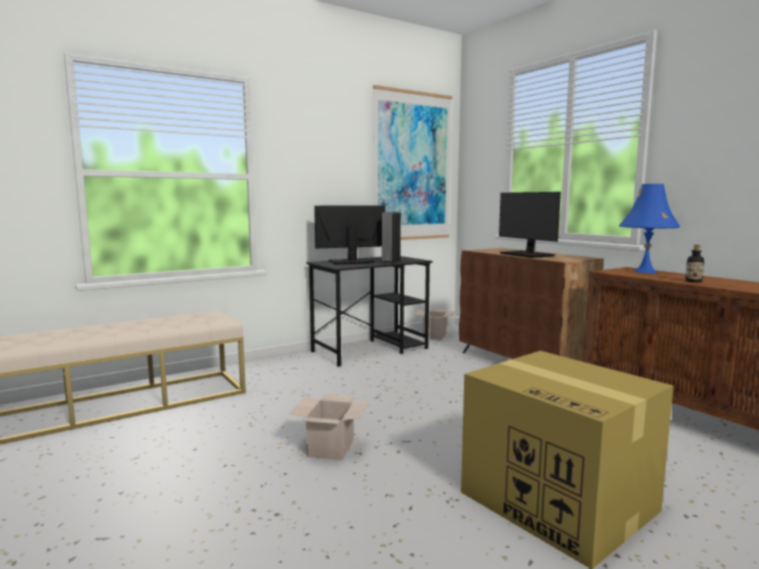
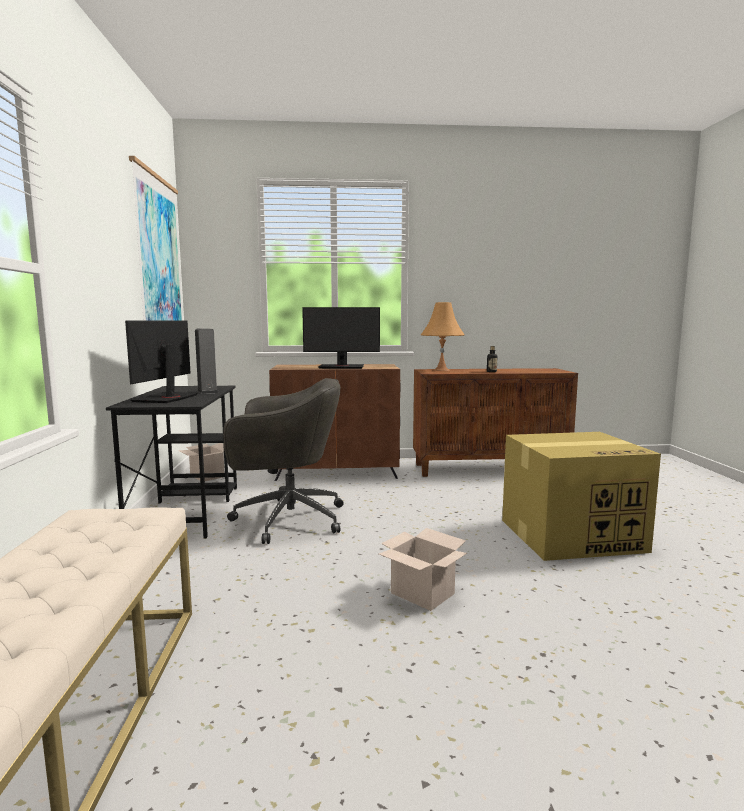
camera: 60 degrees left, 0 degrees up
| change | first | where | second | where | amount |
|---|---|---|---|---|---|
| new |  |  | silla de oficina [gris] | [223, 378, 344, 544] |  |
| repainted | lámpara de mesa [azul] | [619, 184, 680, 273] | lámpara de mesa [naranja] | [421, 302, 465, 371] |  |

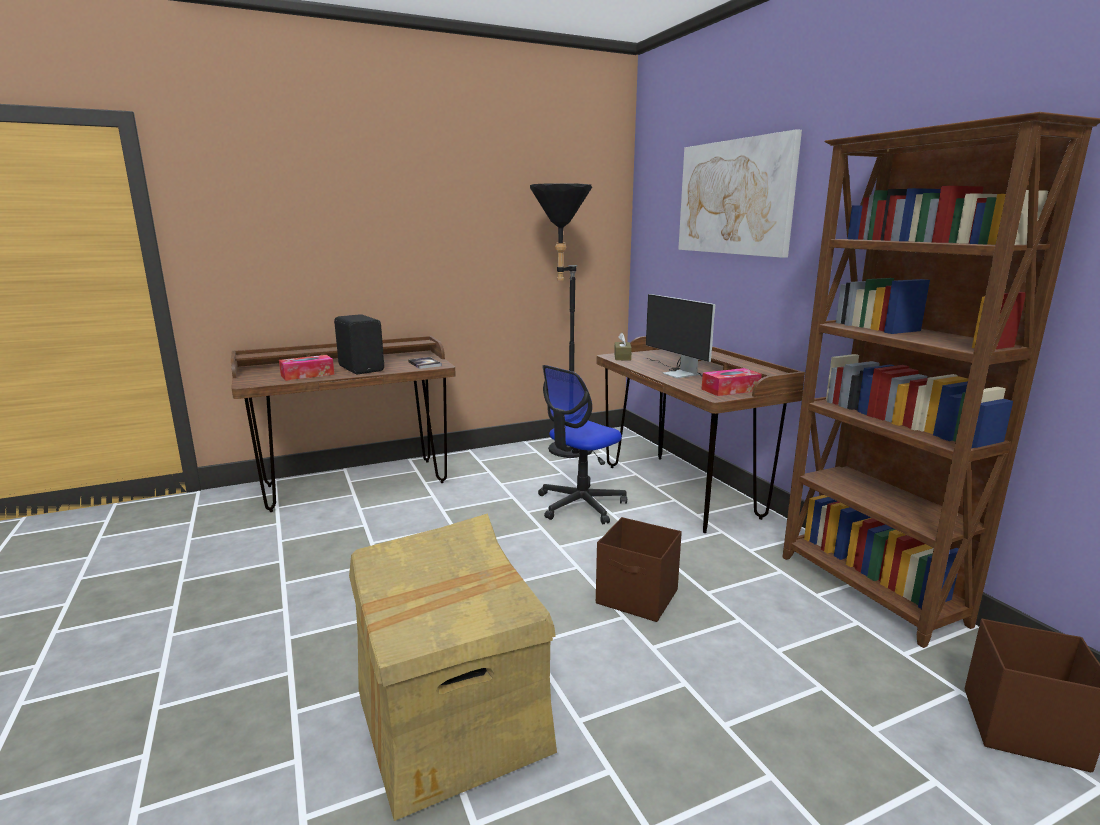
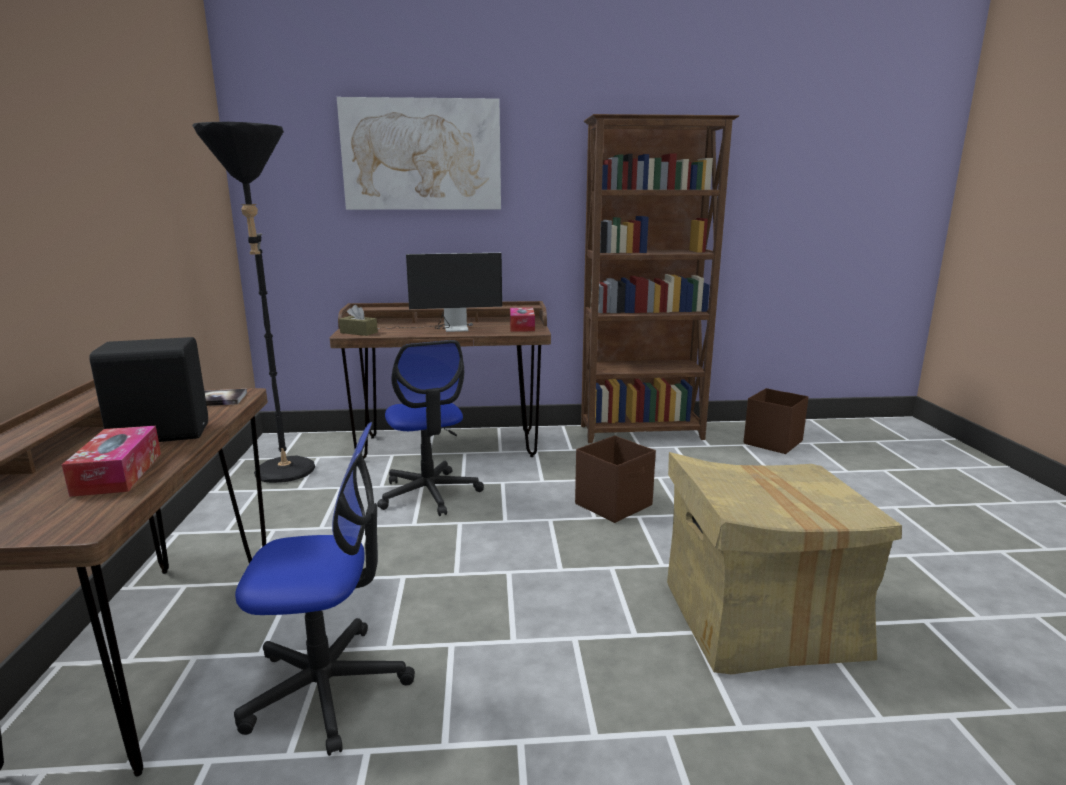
camera: 70 degrees left, 0 degrees up
| change | first | where | second | where | amount |
|---|---|---|---|---|---|
| new |  |  | silla de oficina | [234, 422, 415, 756] |  |

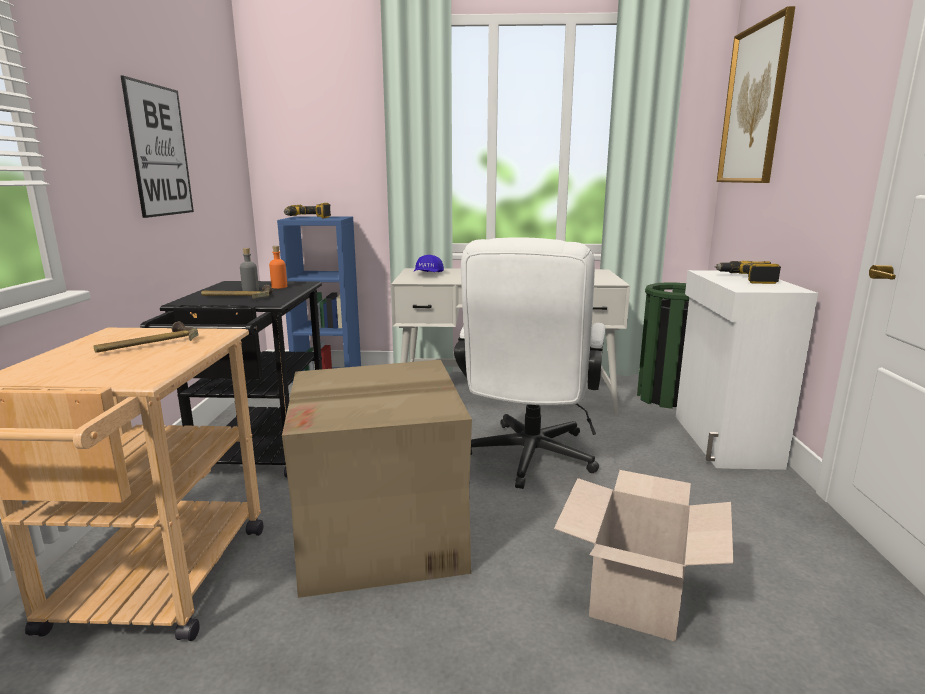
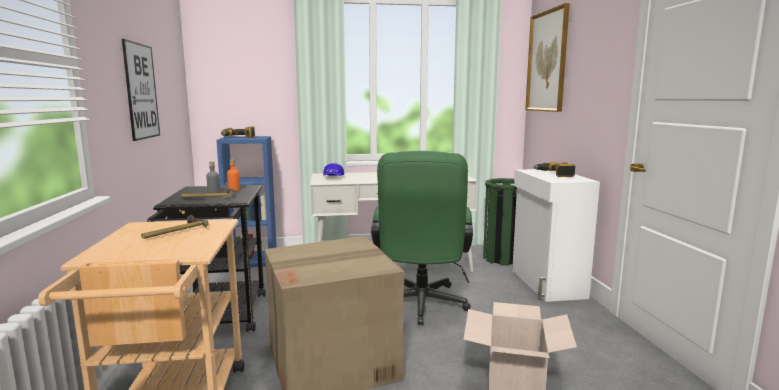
camera: 10 degrees left, 5 degrees down
| change | first | where | second | where | amount |
|---|---|---|---|---|---|
| repainted | silla de oficina [blanco] | [454, 237, 605, 489] | silla de oficina [verde] | [371, 151, 473, 325] |  |

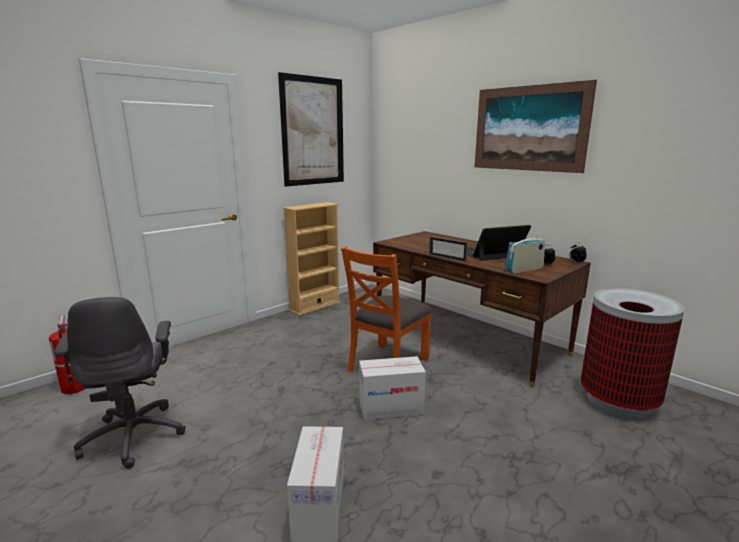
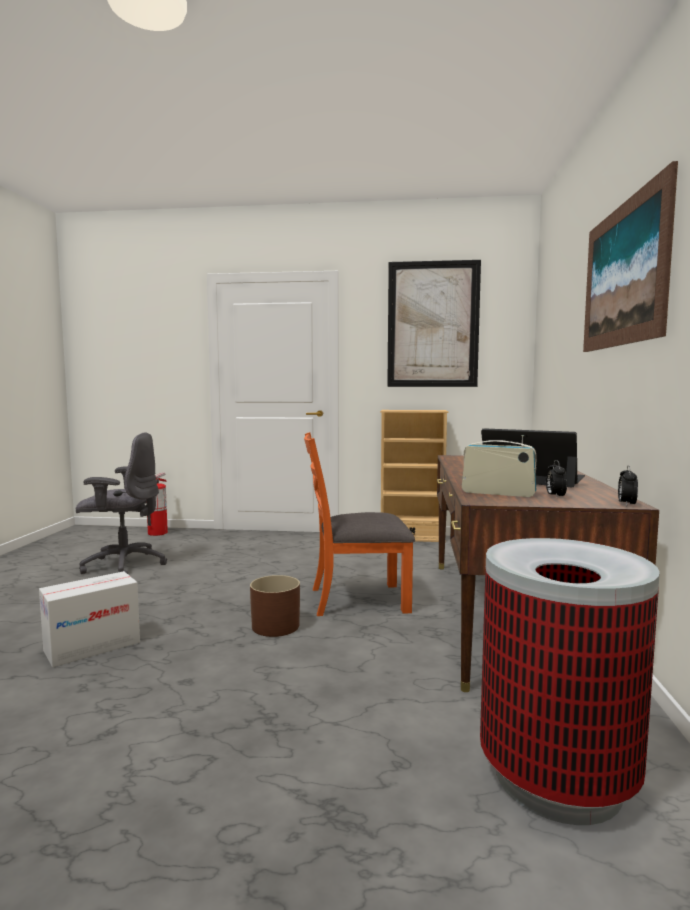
camera: 50 degrees right, 10 degrees down
| change | first | where | second | where | amount |
|---|---|---|---|---|---|
| gone | portarretratos | [429, 236, 468, 262] |  |  |  |
| swapped | caja de cartón | [359, 356, 426, 420] | maceta [marrón] | [250, 575, 300, 637] |  |
| rotated | silla de oficina [gris] | [54, 297, 186, 469] |  | [76, 432, 167, 574] | 120 degrees counterclockwise |

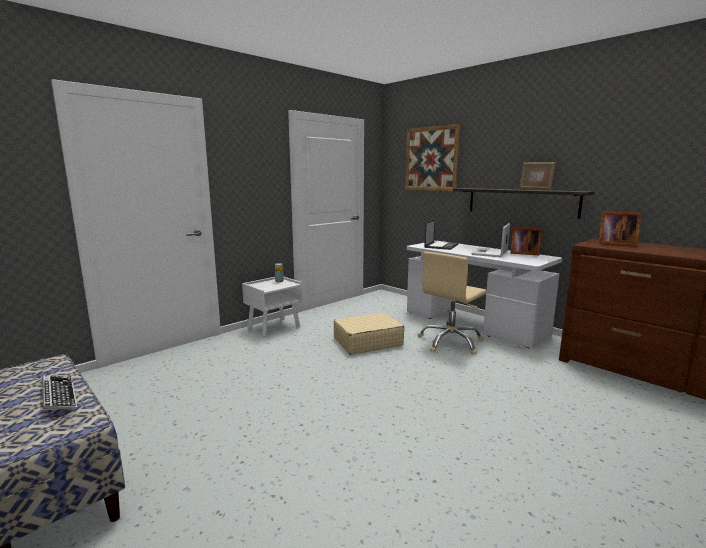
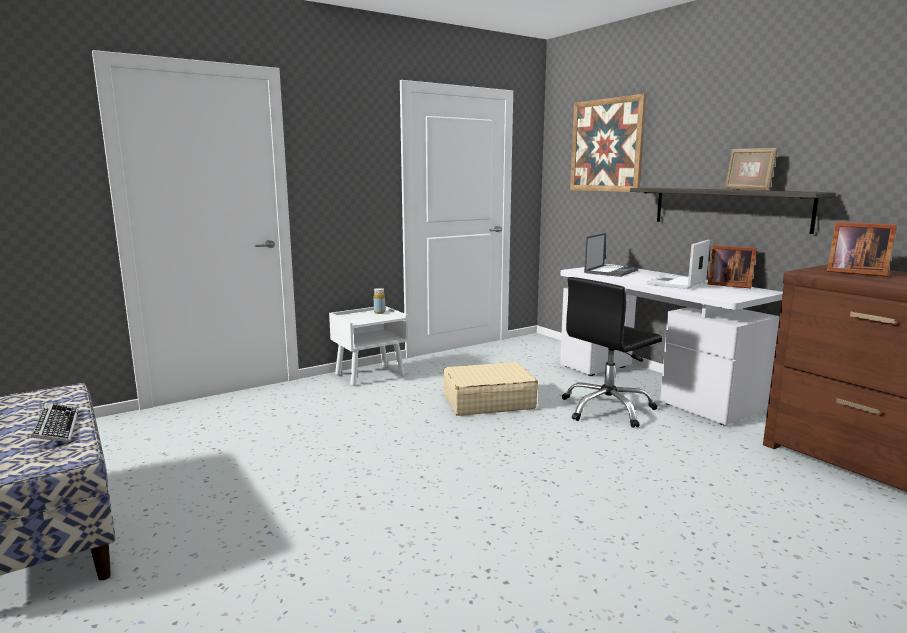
camera: 10 degrees right, 0 degrees up
| change | first | where | second | where | amount |
|---|---|---|---|---|---|
| repainted | silla de oficina [beis] | [418, 252, 487, 355] | silla de oficina [negro] | [562, 277, 662, 428] |  |

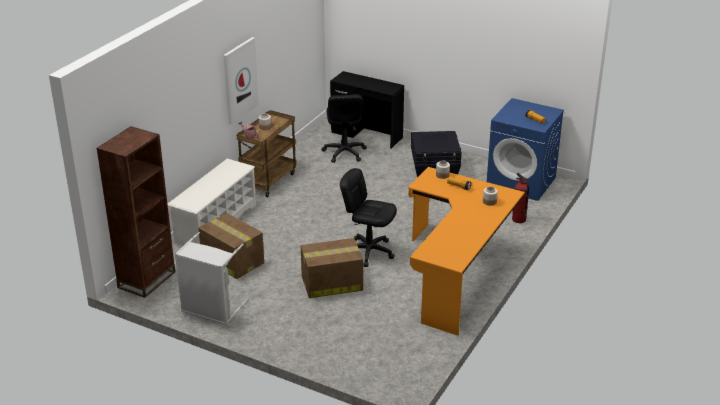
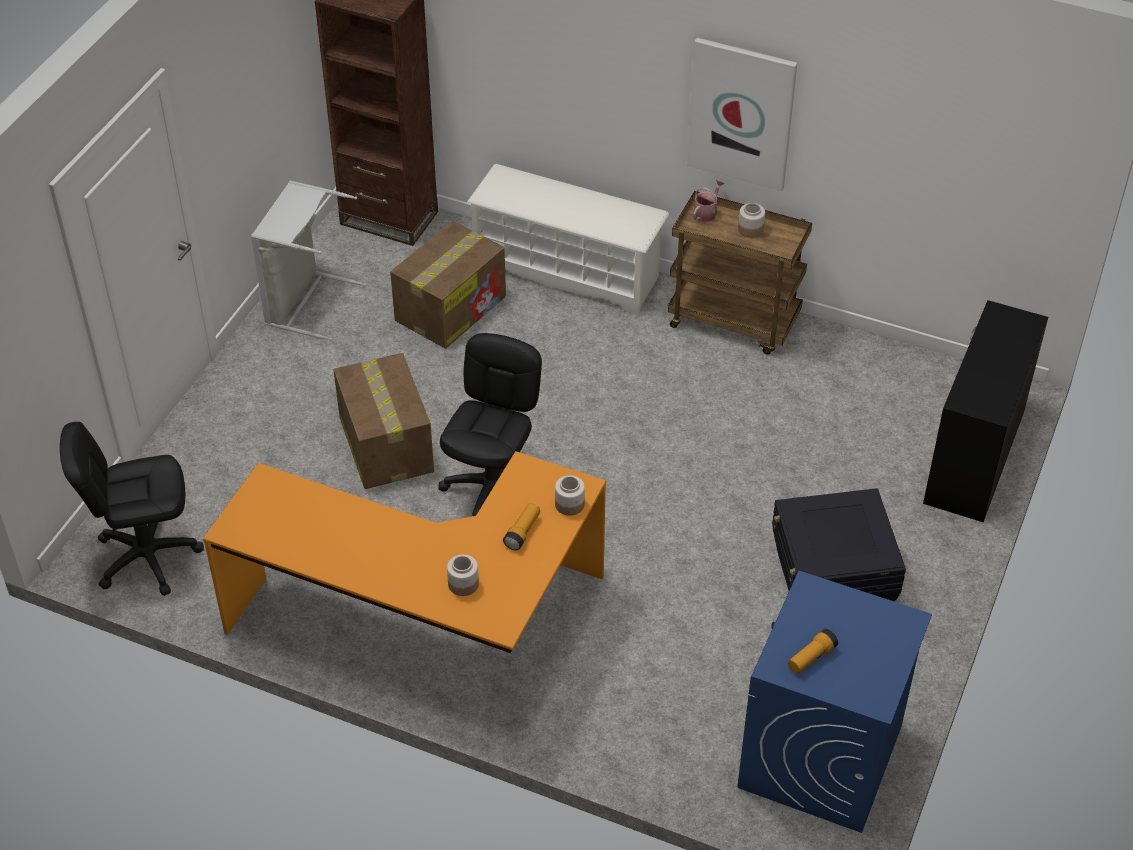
camera: 85 degrees right, 15 degrees up
| change | first | where | second | where | amount |
|---|---|---|---|---|---|
| gone | extintor | [512, 173, 529, 223] |  |  |  |
| shifted | silla de oficina [negro] | [321, 94, 367, 163] |  | [60, 422, 204, 596] |  |

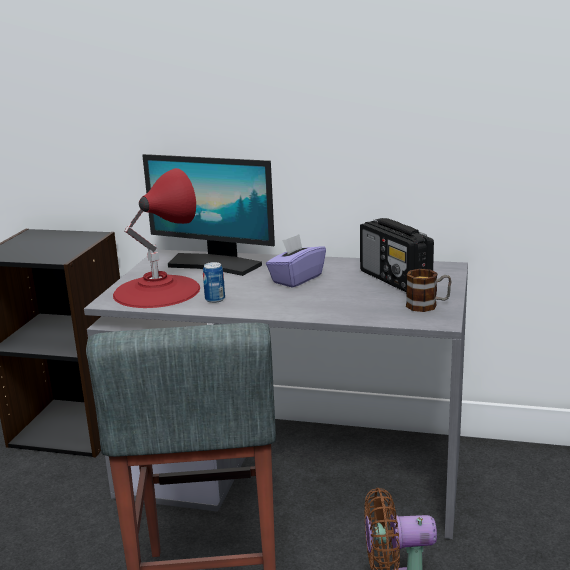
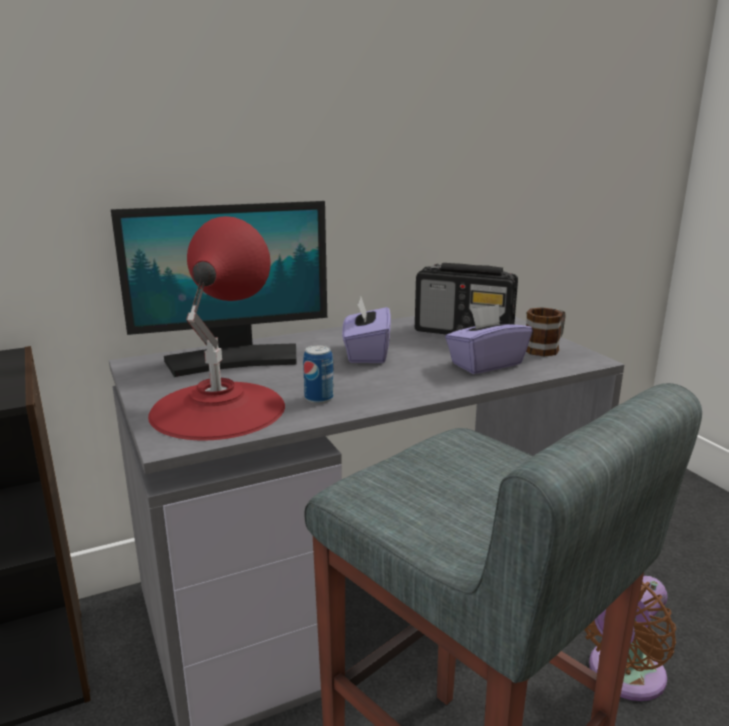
camera: 40 degrees left, 0 degrees up
| change | first | where | second | where | amount |
|---|---|---|---|---|---|
| new |  |  | caja de pañuelos [morado] | [445, 304, 532, 374] |  |

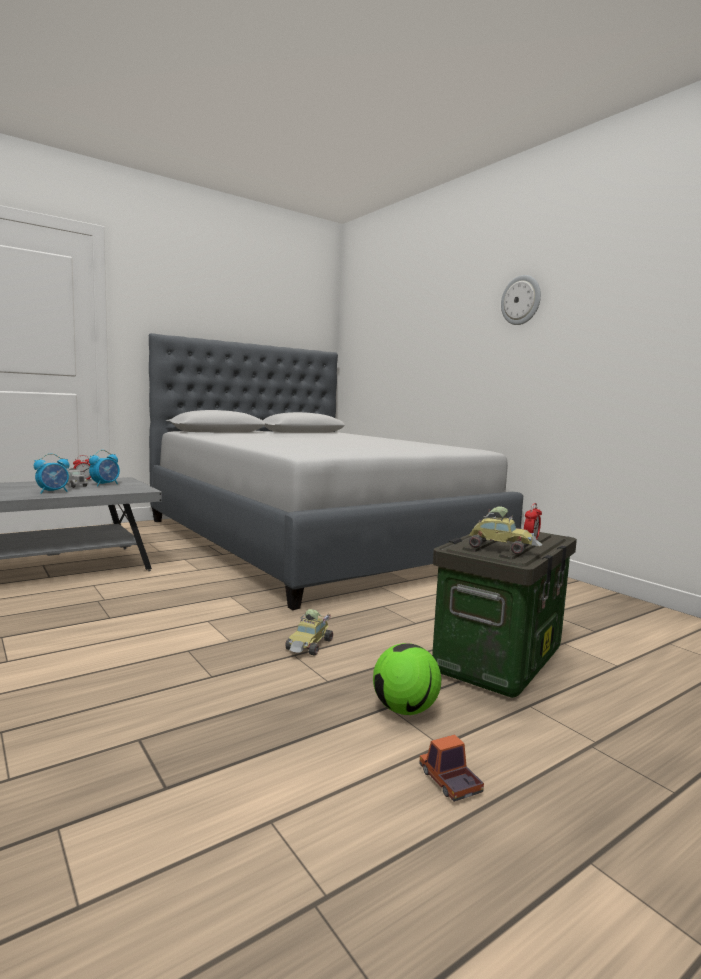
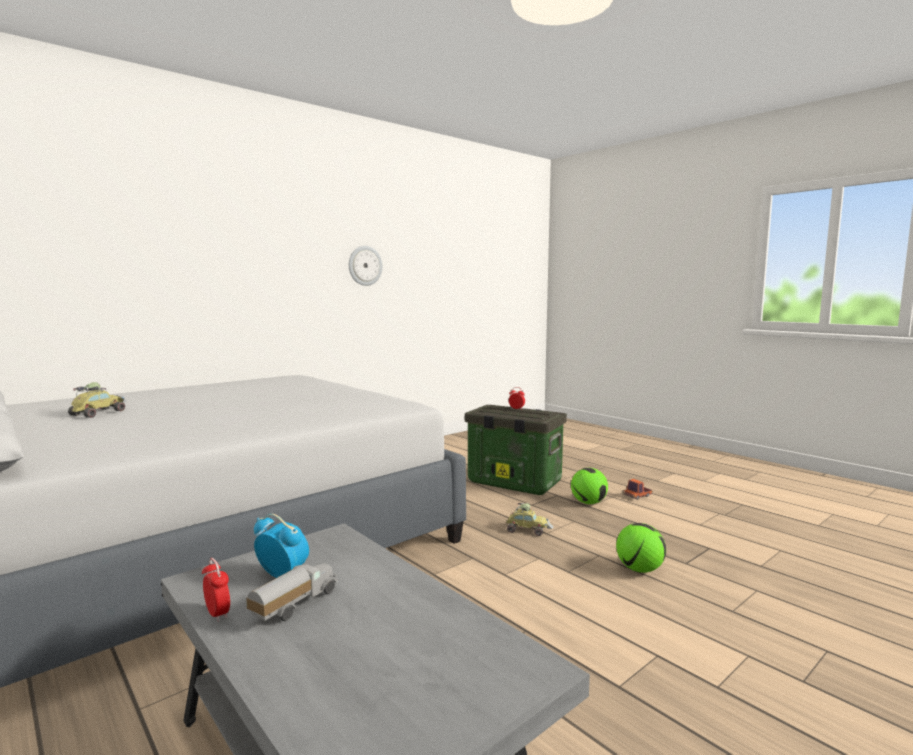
camera: 95 degrees left, 0 degrees up
| change | first | where | second | where | amount |
|---|---|---|---|---|---|
| gone | despertador | [34, 453, 69, 494] |  |  |  |
| new |  |  | balón de fútbol | [616, 523, 666, 573] |  |
| shifted | coche de juguete | [469, 506, 542, 554] |  | [68, 382, 127, 418] |  |
| shifted | reloj de pared | [501, 275, 541, 325] |  | [349, 246, 383, 286] |  |

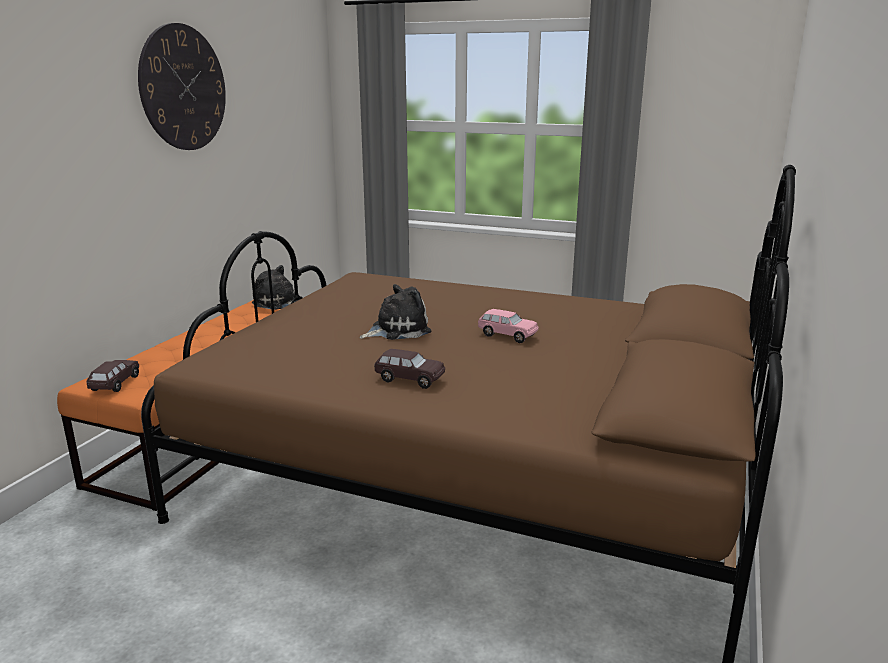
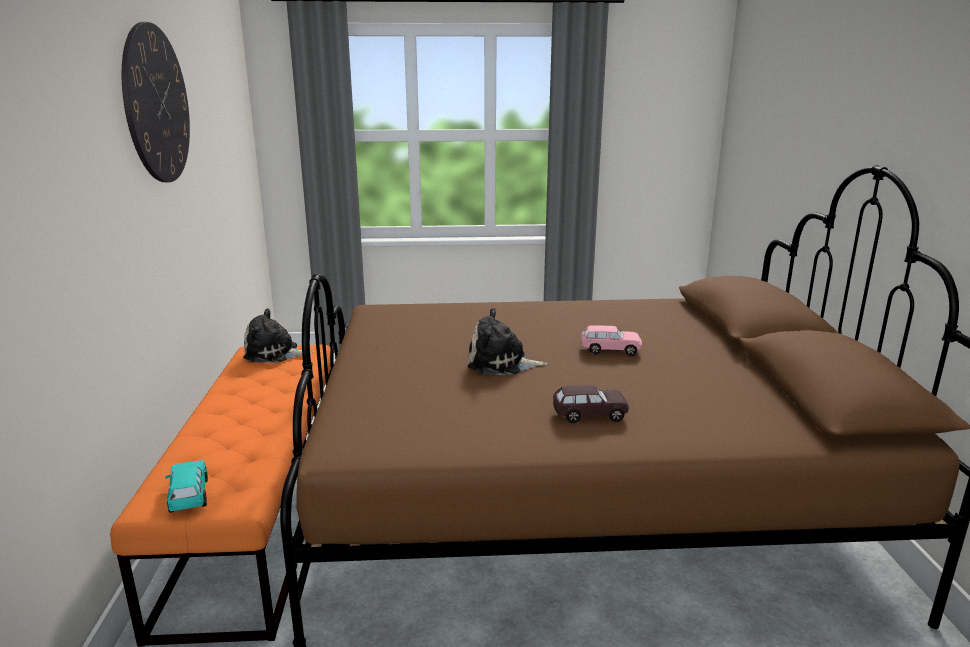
camera: 25 degrees left, 0 degrees up
| change | first | where | second | where | amount |
|---|---|---|---|---|---|
| repainted | coche de juguete [marrón] | [87, 360, 139, 392] | coche de juguete [turquesa] | [165, 460, 208, 513] |  |
| rotated | peluche | [359, 284, 431, 340] |  | [468, 308, 548, 375] | 120 degrees counterclockwise |

